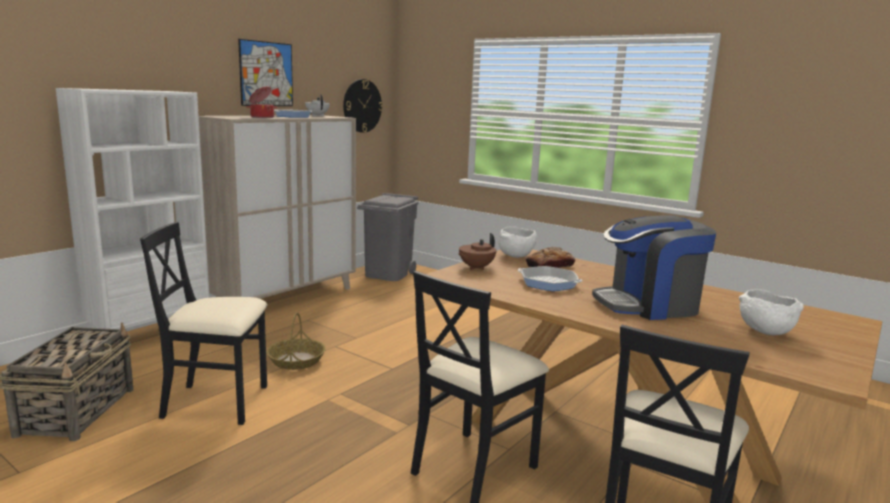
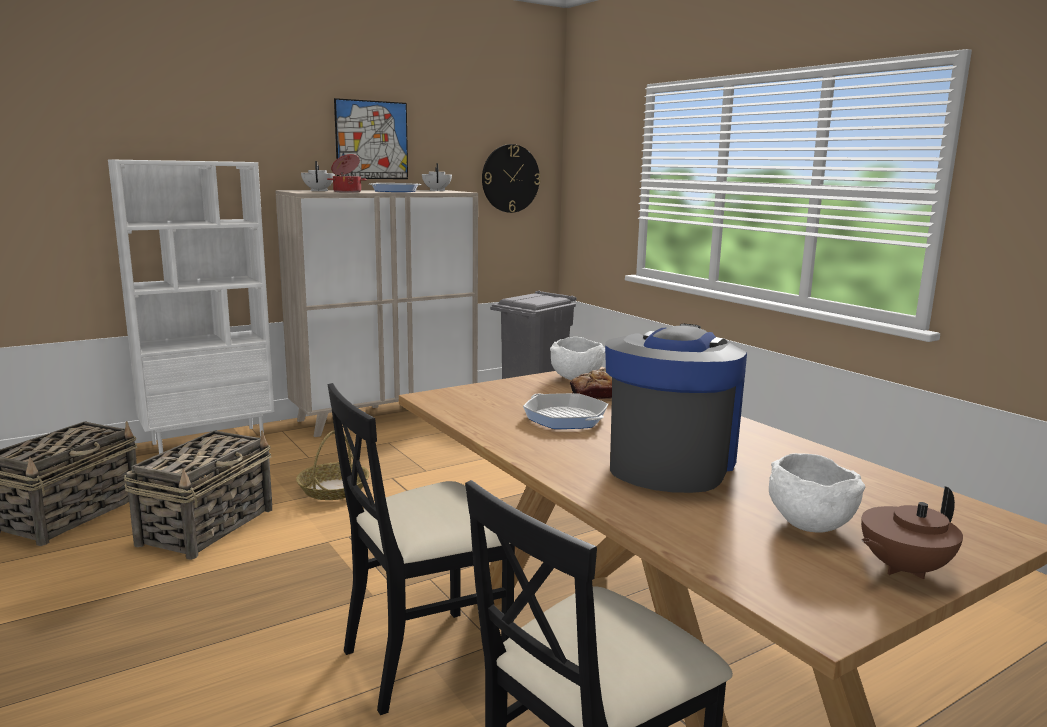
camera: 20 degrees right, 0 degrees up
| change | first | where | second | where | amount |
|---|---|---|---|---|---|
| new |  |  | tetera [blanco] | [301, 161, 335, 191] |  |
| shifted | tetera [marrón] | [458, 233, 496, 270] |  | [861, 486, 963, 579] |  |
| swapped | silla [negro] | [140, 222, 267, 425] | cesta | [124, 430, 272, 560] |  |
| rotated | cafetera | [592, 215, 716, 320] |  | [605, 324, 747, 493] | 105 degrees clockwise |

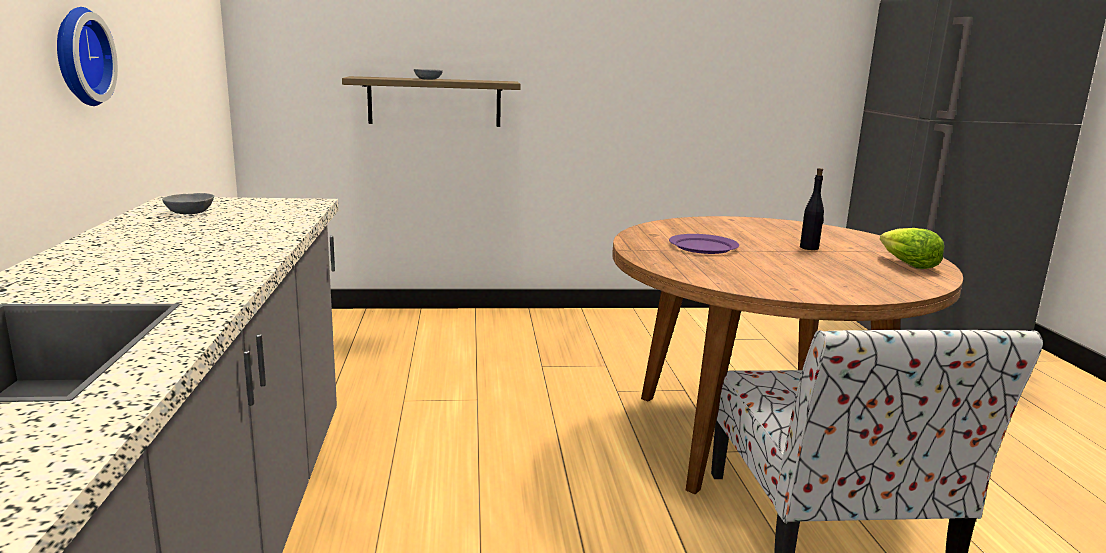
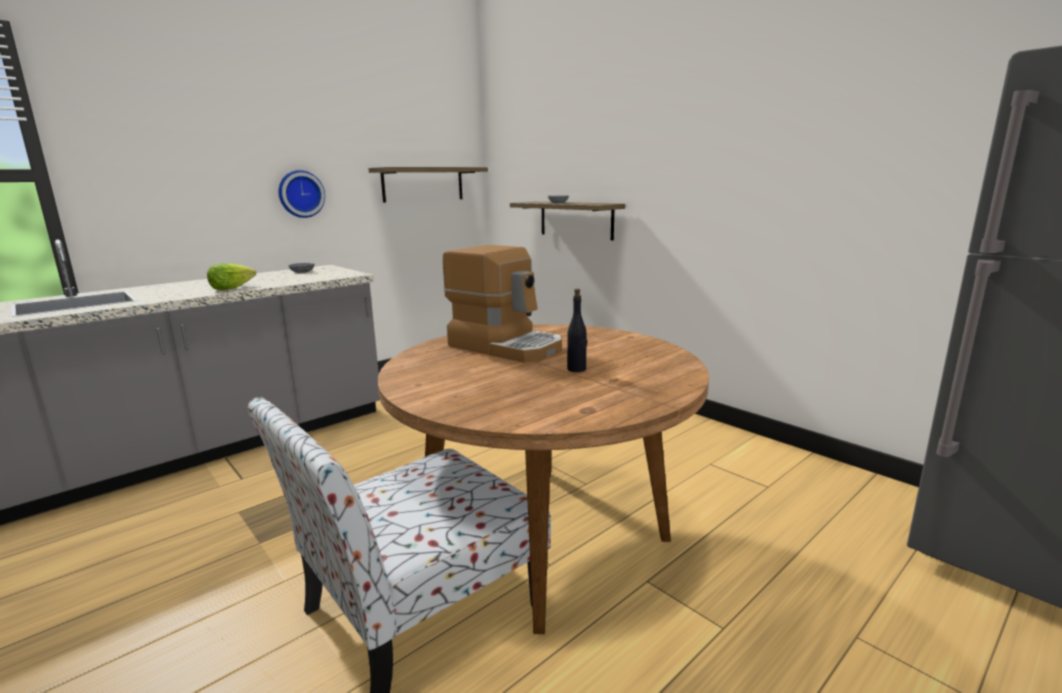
camera: 55 degrees right, 0 degrees up
| change | first | where | second | where | amount |
|---|---|---|---|---|---|
| new |  |  | estante | [368, 167, 488, 203] |  |
| shifted | lechuga | [880, 228, 944, 269] |  | [207, 263, 256, 290] |  |
| swapped | plato [morado] | [669, 234, 739, 254] | cafetera | [443, 245, 562, 363] |  |

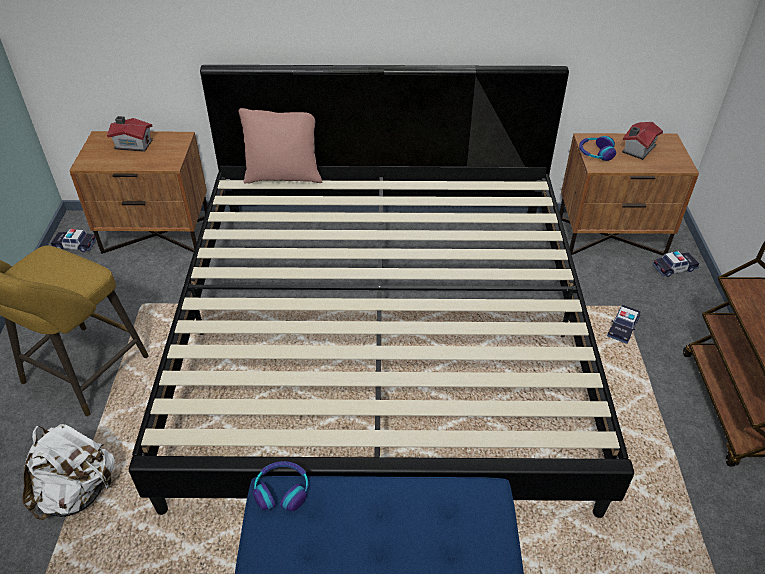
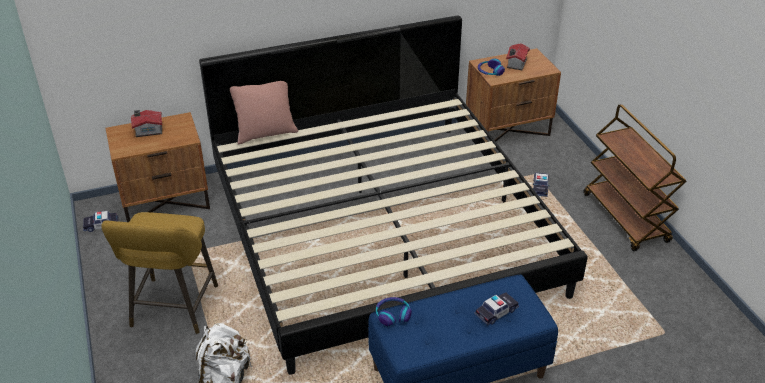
camera: 20 degrees left, 5 degrees down
| change | first | where | second | where | amount |
|---|---|---|---|---|---|
| shifted | coche de juguete | [652, 251, 699, 277] |  | [475, 292, 519, 326] |  |

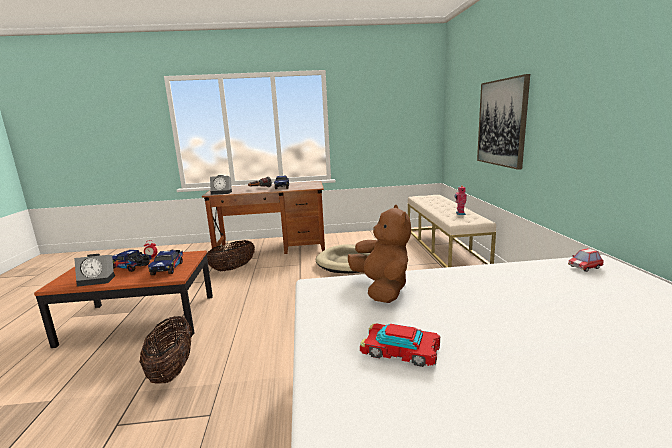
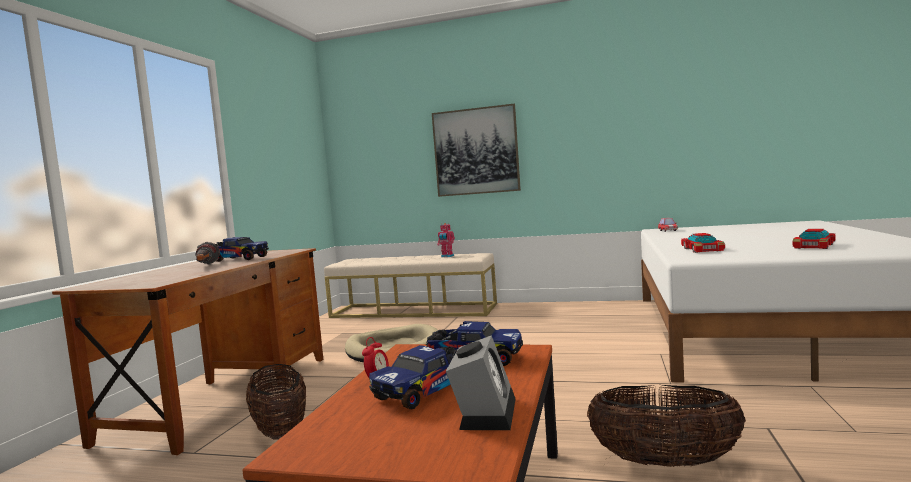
camera: 70 degrees left, 10 degrees down
| change | first | where | second | where | amount |
|---|---|---|---|---|---|
| gone | despertador | [210, 175, 232, 195] |  |  |  |
| swapped | peluche [marrón] | [348, 205, 411, 303] | coche de juguete | [681, 233, 725, 253] |  |

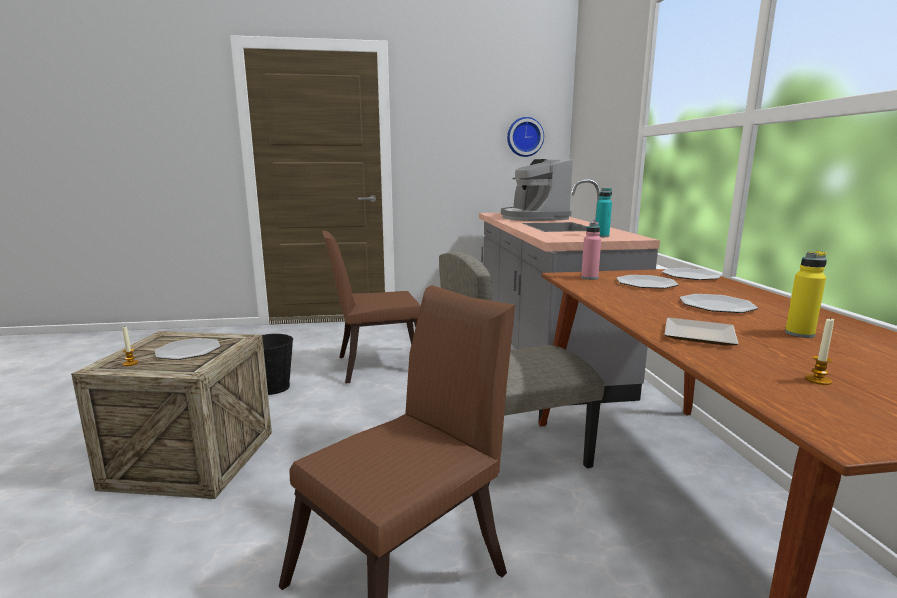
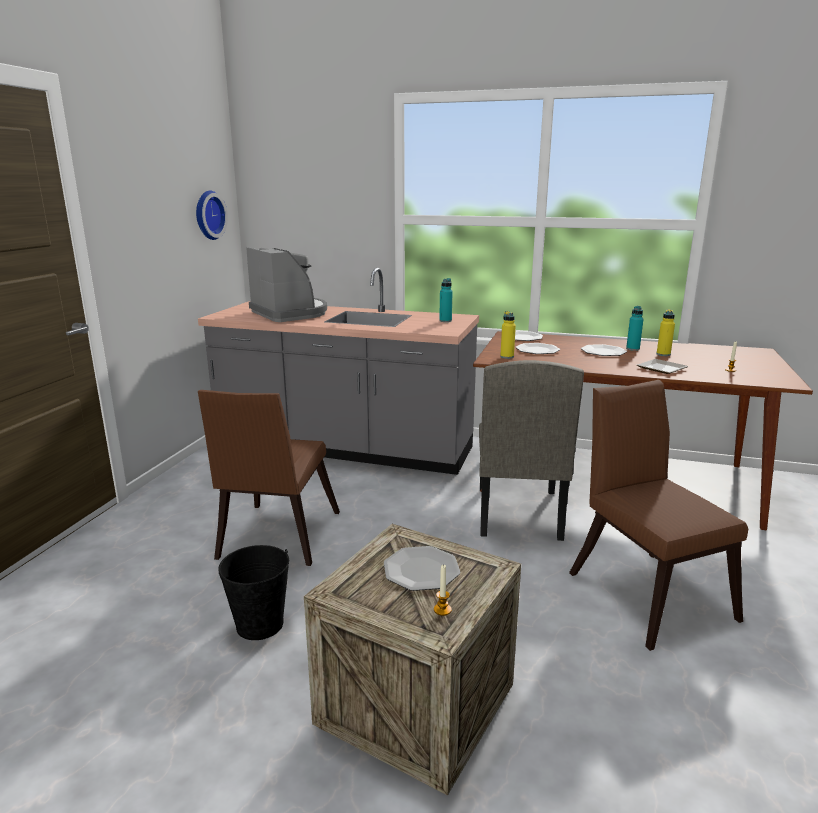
camera: 65 degrees left, 5 degrees up
| change | first | where | second | where | amount |
|---|---|---|---|---|---|
| new |  |  | botella [turquesa] | [626, 306, 644, 351] |  |
| repainted | botella [rosa] | [581, 221, 601, 280] | botella [amarillo] | [500, 311, 516, 359] |  |
| rotated | cafetera | [501, 159, 573, 221] |  | [246, 247, 327, 322] | 135 degrees counterclockwise |

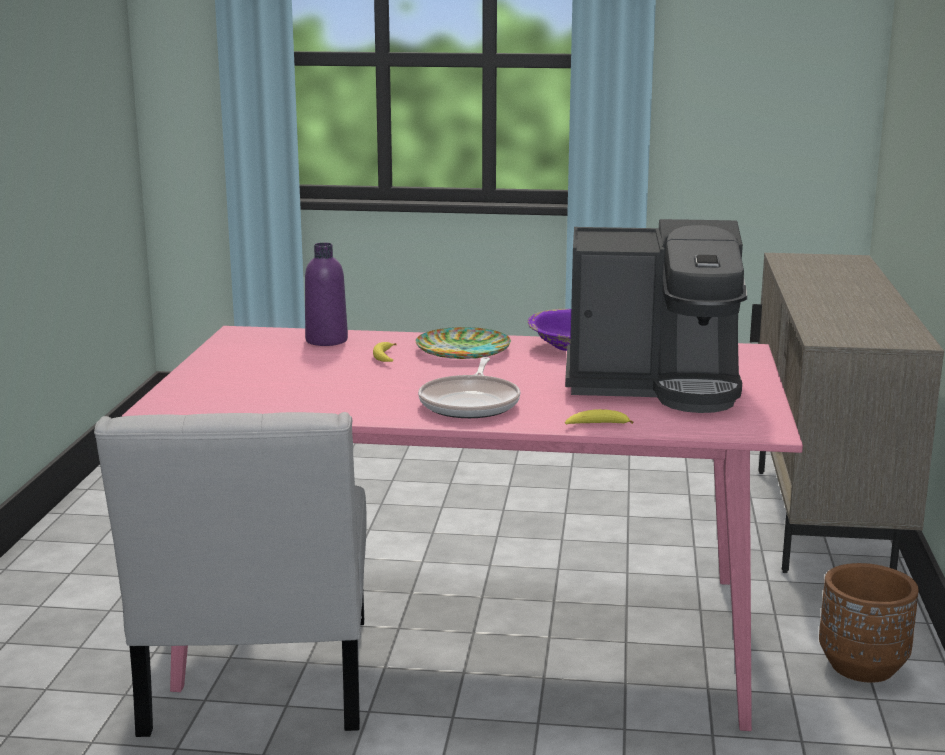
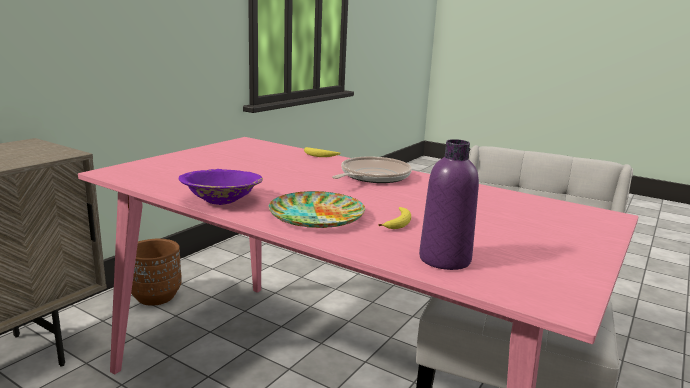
camera: 155 degrees left, 0 degrees up
| change | first | where | second | where | amount |
|---|---|---|---|---|---|
| gone | cafetera | [565, 219, 747, 413] |  |  |  |

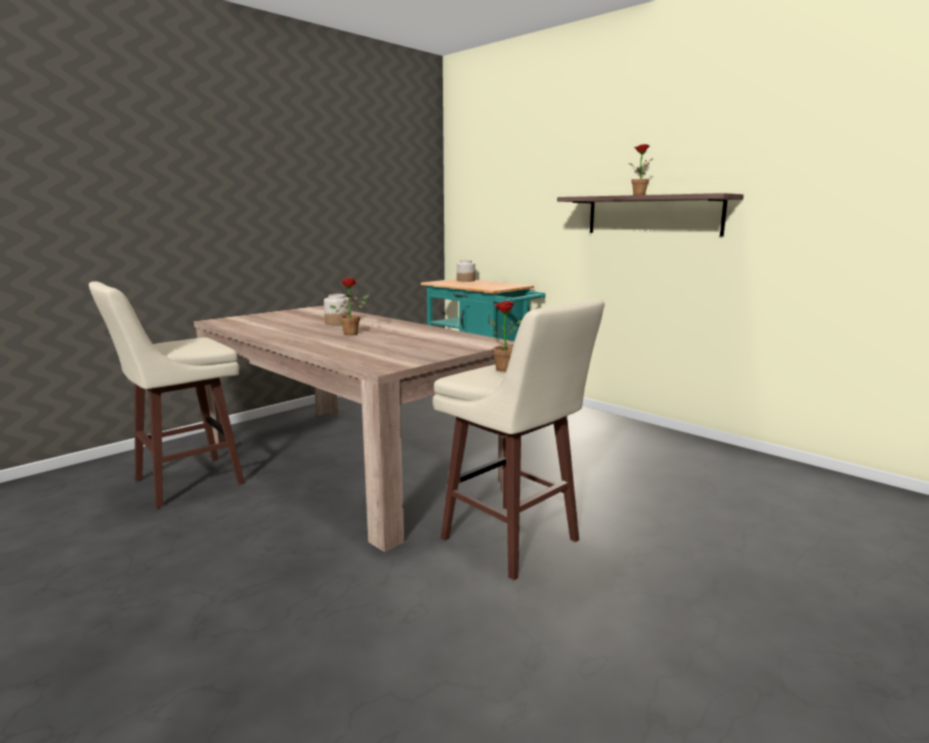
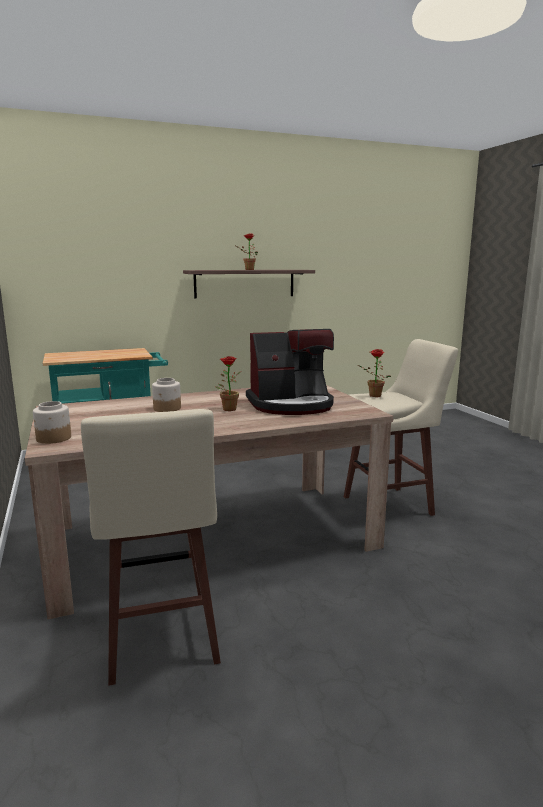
camera: 65 degrees left, 0 degrees up
| change | first | where | second | where | amount |
|---|---|---|---|---|---|
| new |  |  | cafetera | [246, 329, 334, 415] |  |
| shifted | tarro | [457, 260, 475, 282] |  | [33, 401, 71, 444] |  |

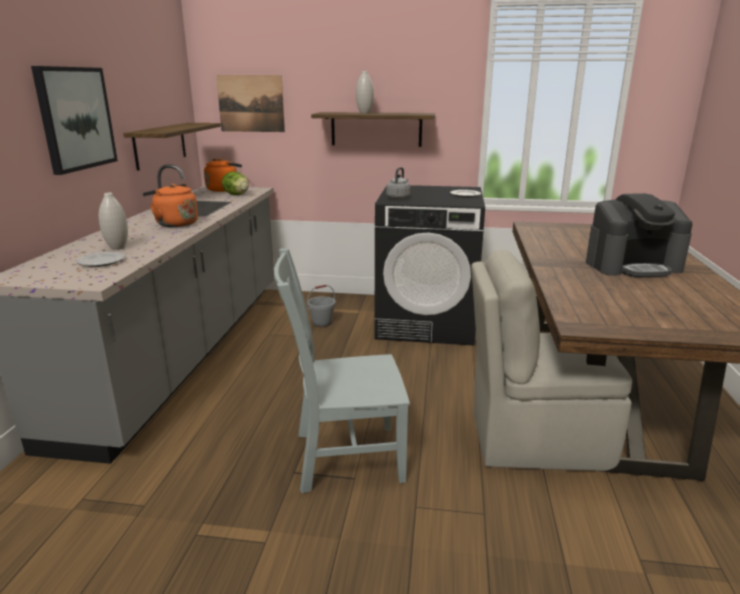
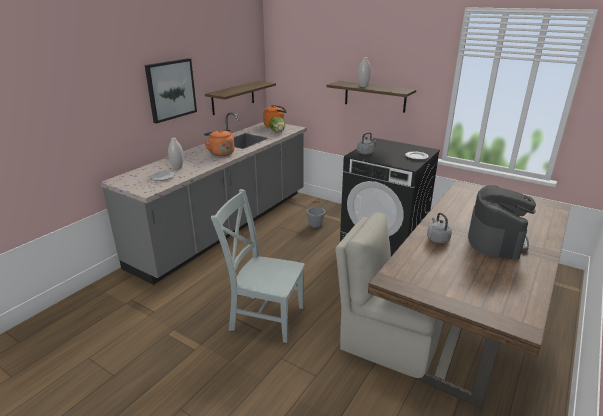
camera: 25 degrees right, 5 degrees up
| change | first | where | second | where | amount |
|---|---|---|---|---|---|
| gone | cuadro | [216, 75, 285, 132] |  |  |  |
| new |  |  | hervidor [gris] | [427, 213, 452, 243] |  |
| rotated | cafetera | [586, 193, 693, 278] |  | [468, 185, 536, 260] | 90 degrees counterclockwise |

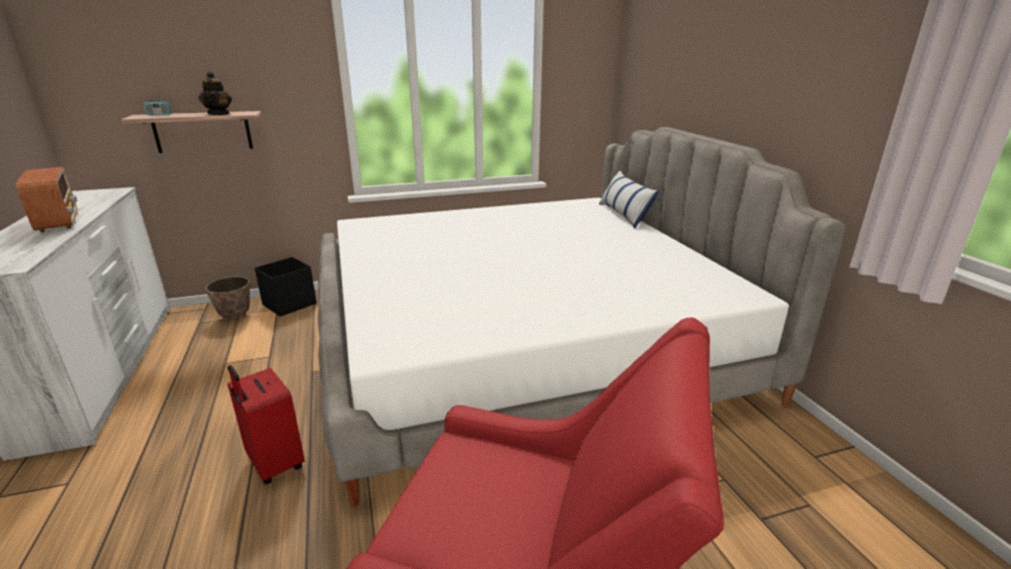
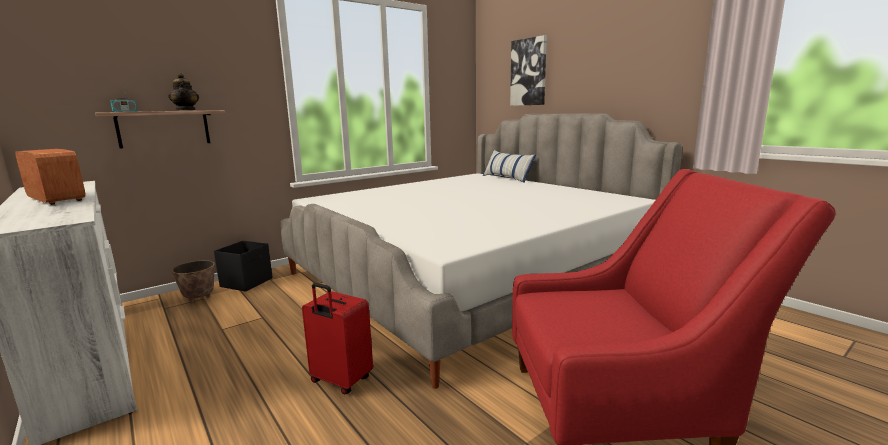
camera: 20 degrees left, 10 degrees down
| change | first | where | second | where | amount |
|---|---|---|---|---|---|
| new |  |  | cuadro | [510, 35, 547, 106] |  |

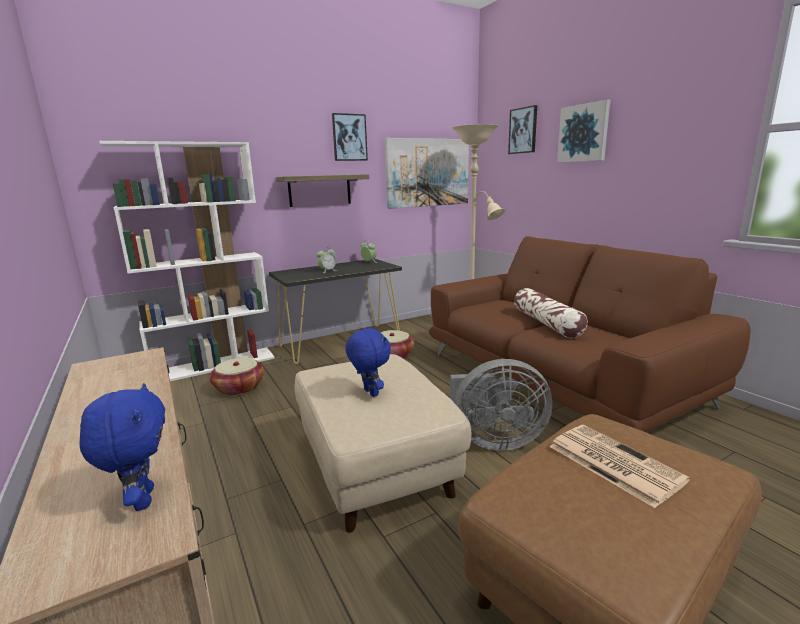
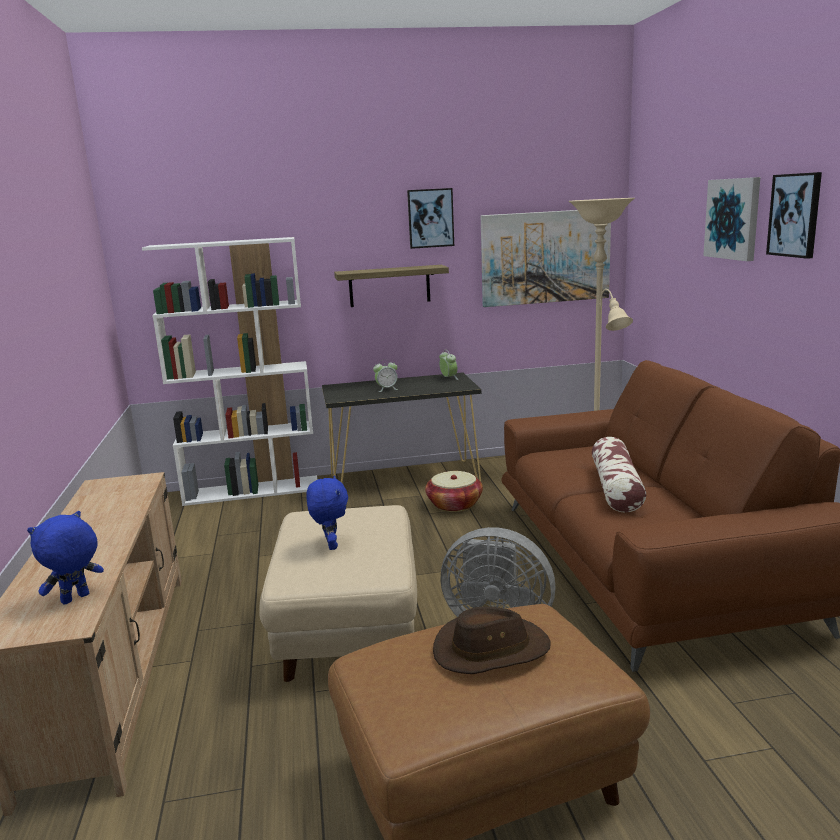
camera: 20 degrees right, 0 degrees up
| change | first | where | second | where | amount |
|---|---|---|---|---|---|
| gone | cesta | [209, 357, 264, 396] |  |  |  |
| shifted | cuadro | [508, 105, 537, 154] |  | [766, 172, 822, 259] |  |
| swapped | periódico | [549, 425, 690, 508] | sombrero [marrón] | [433, 607, 551, 674] |  |
| rotated | peluche [azul] | [79, 383, 165, 511] |  | [27, 511, 104, 605] | 135 degrees counterclockwise |

